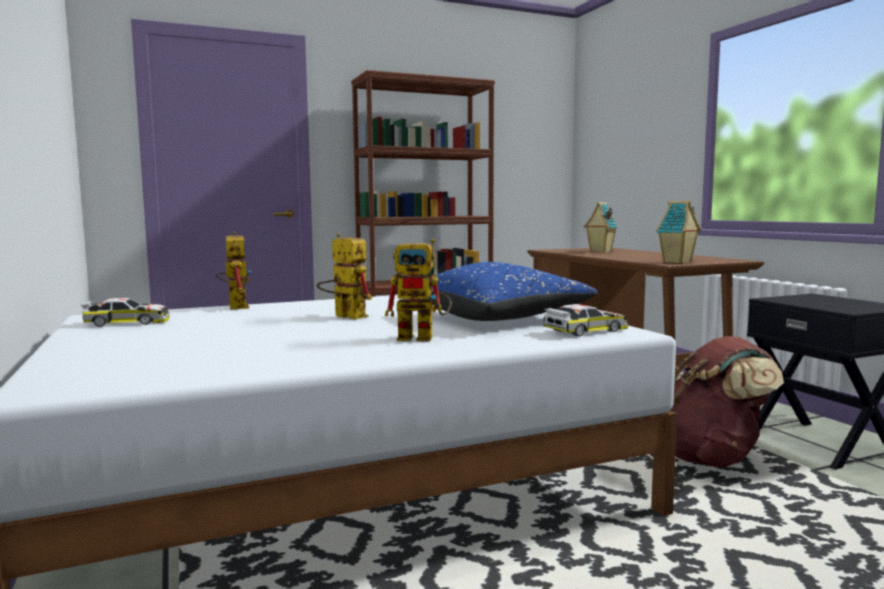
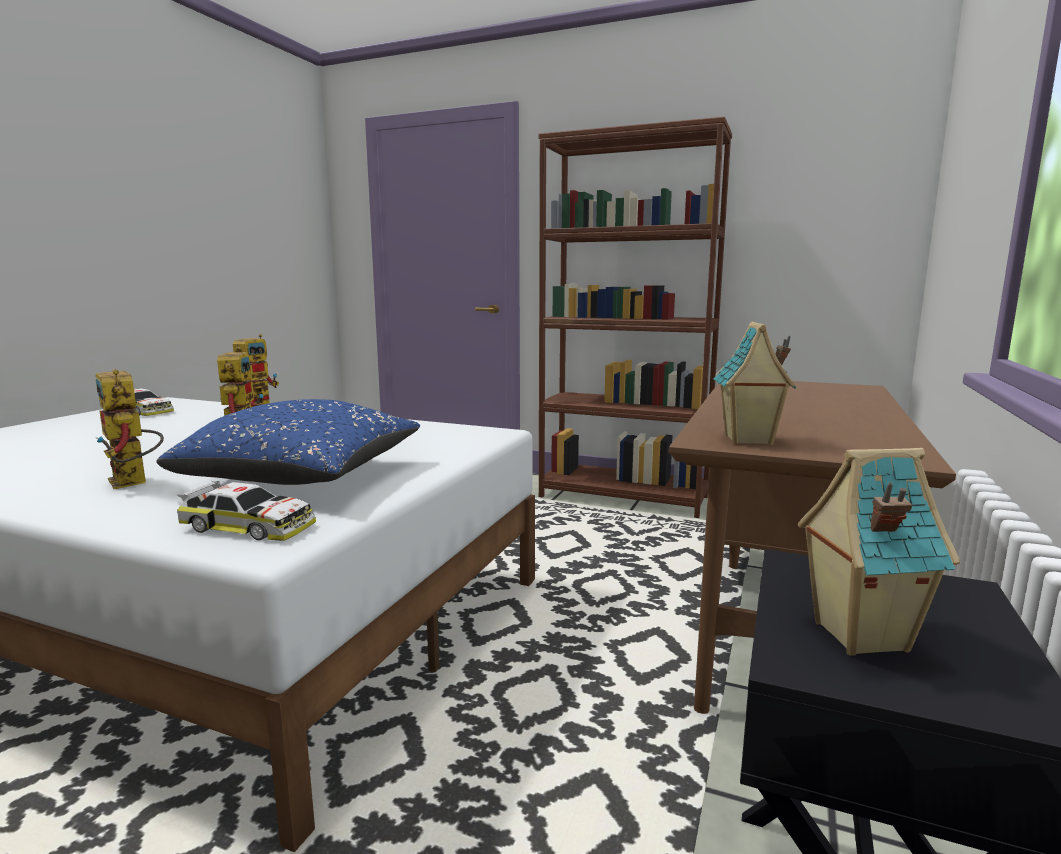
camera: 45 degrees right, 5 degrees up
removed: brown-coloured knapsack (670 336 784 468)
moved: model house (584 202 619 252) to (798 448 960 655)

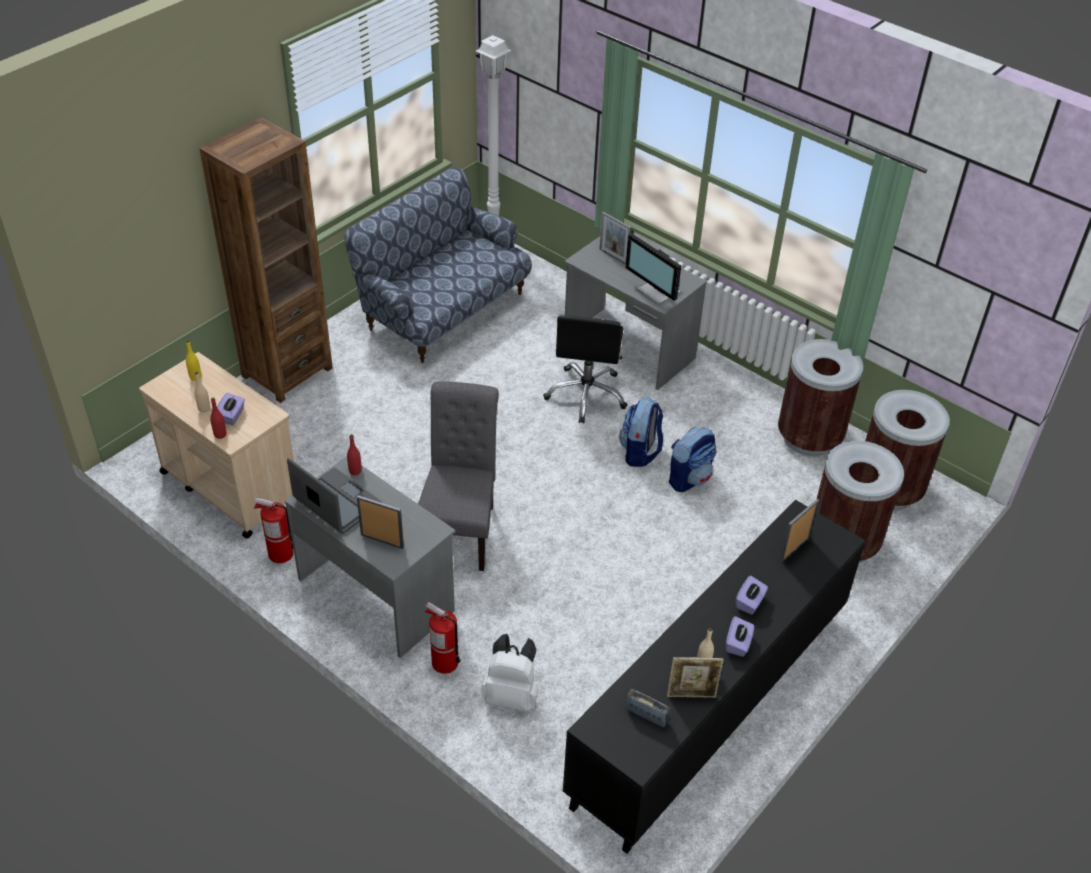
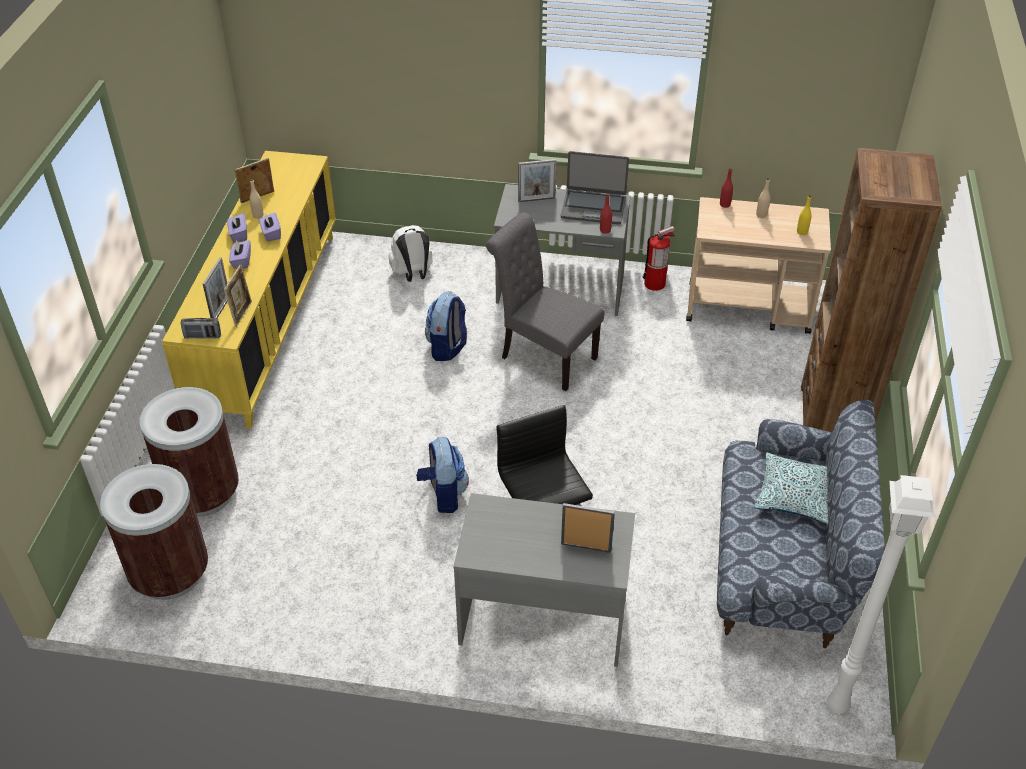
camera: 150 degrees right, 0 degrees up
removed: computer display (626 233 681 305); brown-coloured rubbish bin (778 339 863 456); fire-fighting cylinder (425 602 461 674)
added: standing frame (224 265 252 327); throw pillow (754 453 828 524)
moved: purplish box of tissues (217 393 245 425) to (259 212 281 241); knapsack (669 426 717 492) to (425 292 467 361); radio set (626 688 670 727) to (181 318 221 339)
recoloured: black cabinet (563 500 865 854) to yellowish cabinet (162 151 336 429)
turned: greyish plain chair (418 382 499 571) = (486 213 604 391) 150 degrees clockwise

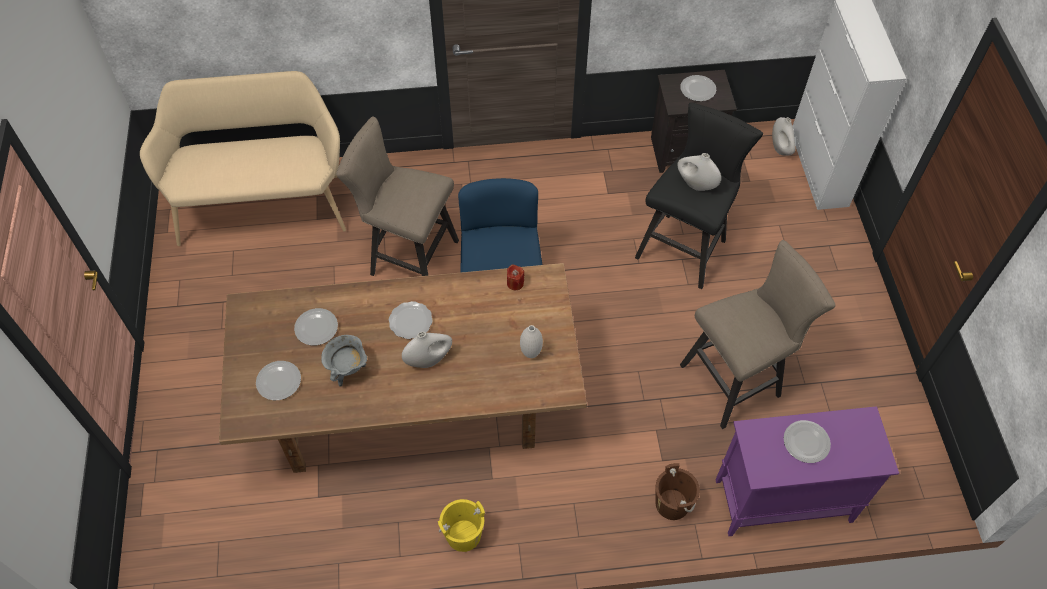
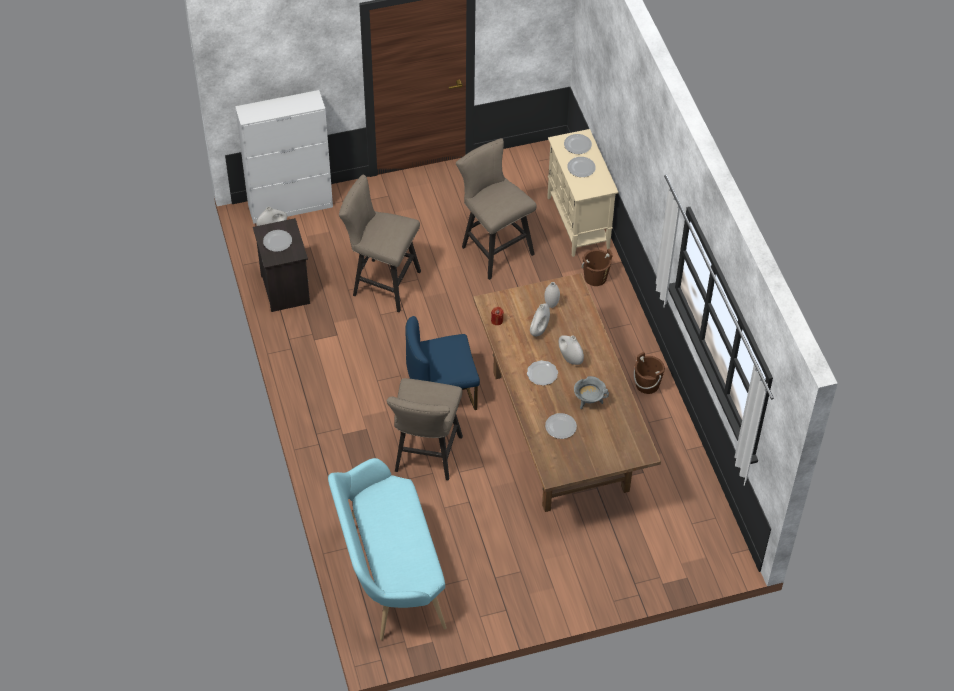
camera: 100 degrees left, 5 degrees down
moved: white-coloured vase (677 153 721 191) to (530 303 550 336); flat dish (256 361 301 400) to (564 134 592 154)
recoloured: beige bench (140 71 346 246) to blue-green bench (328 458 446 640); black sitting stool (635 102 763 289) to beige sitting stool (339 175 421 312); purplish cabinet (716 406 899 536) to beige cabinet (547 129 619 257); yellowish water bucket (438 499 485 552) to brown-coloured water bucket (634 352 665 394)

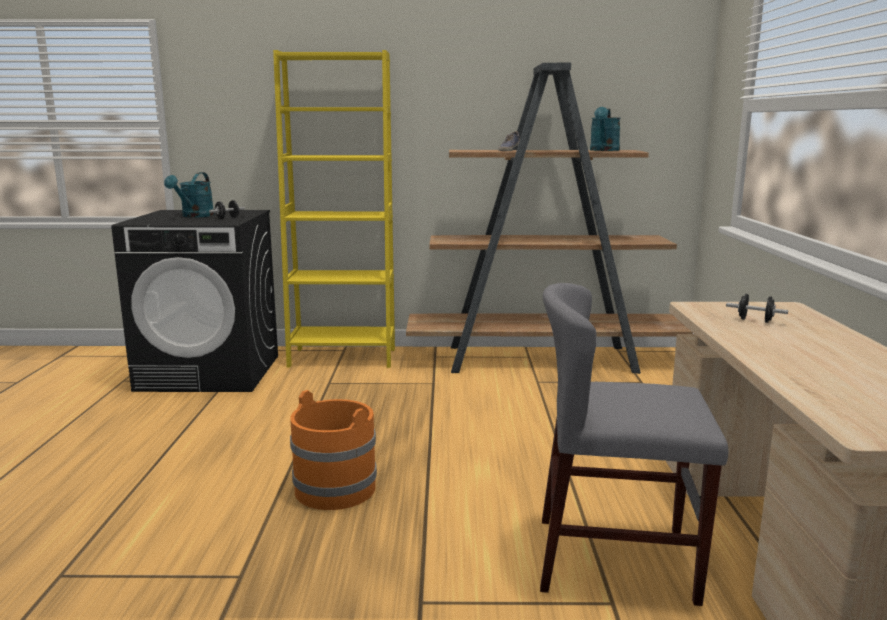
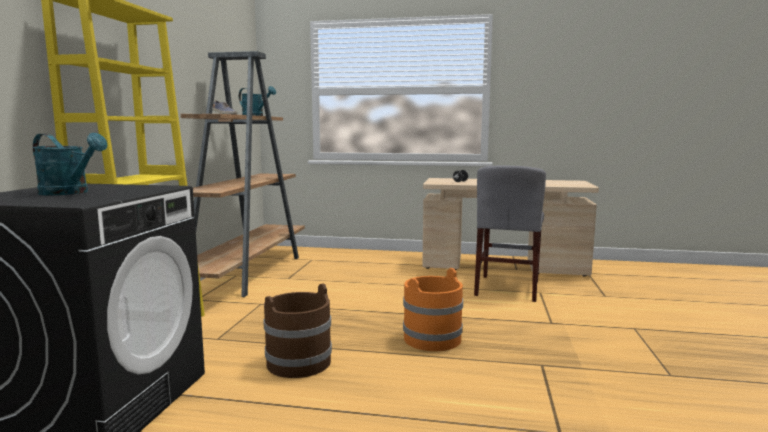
camera: 80 degrees left, 5 degrees down
removed: black free weight (209 200 245 219)
added: brown-coloured water bucket (263 283 332 378)

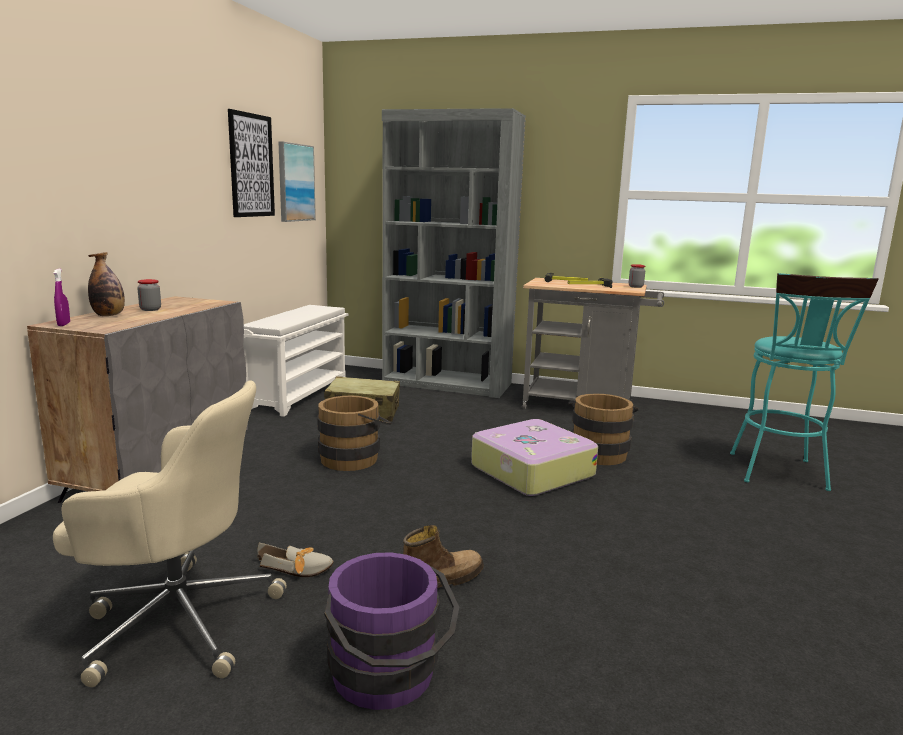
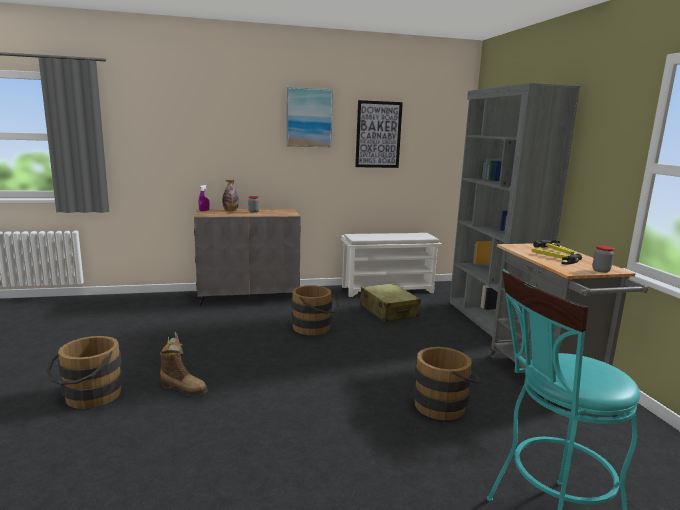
camera: 60 degrees right, 0 degrees up
removed: beige computer chair (53 381 287 687); travel case (471 419 598 496)
moved: picture (278 142 316 222) to (287 87 333 147)
recoloured: purplish water bucket (324 552 459 710) to brown-coloured water bucket (46 336 123 409)

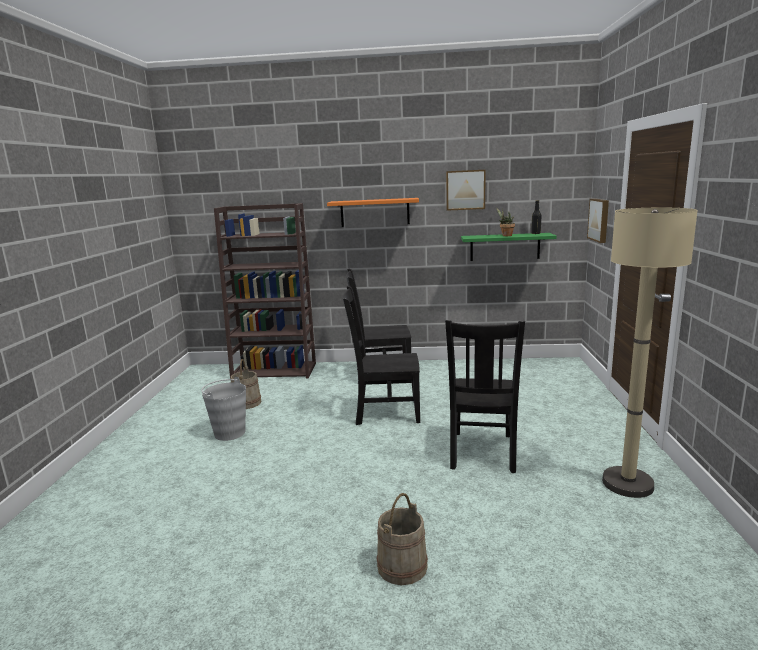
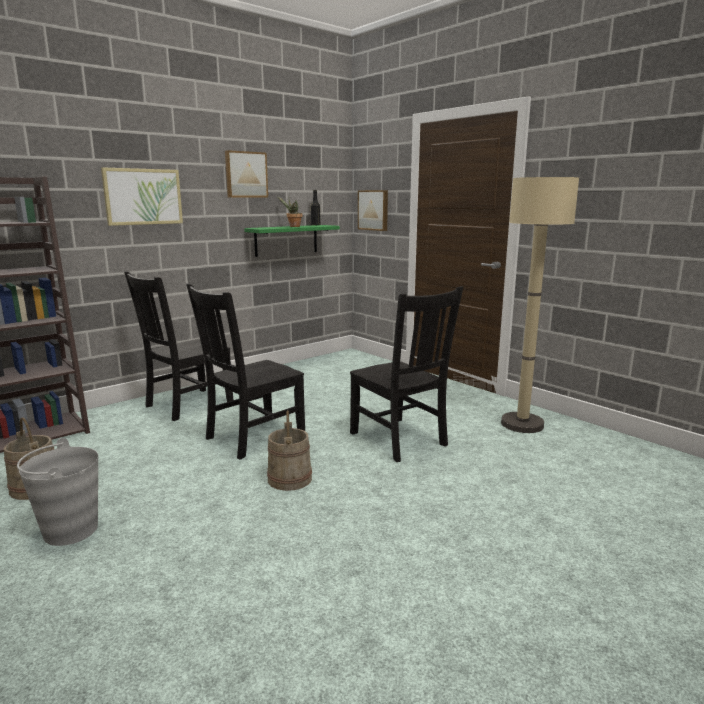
camera: 45 degrees left, 0 degrees up
moved: beige water bucket (377 493 428 585) to (267 410 312 491)
replaced: orangey shelf (327 198 419 227) to picture (101 167 183 226)

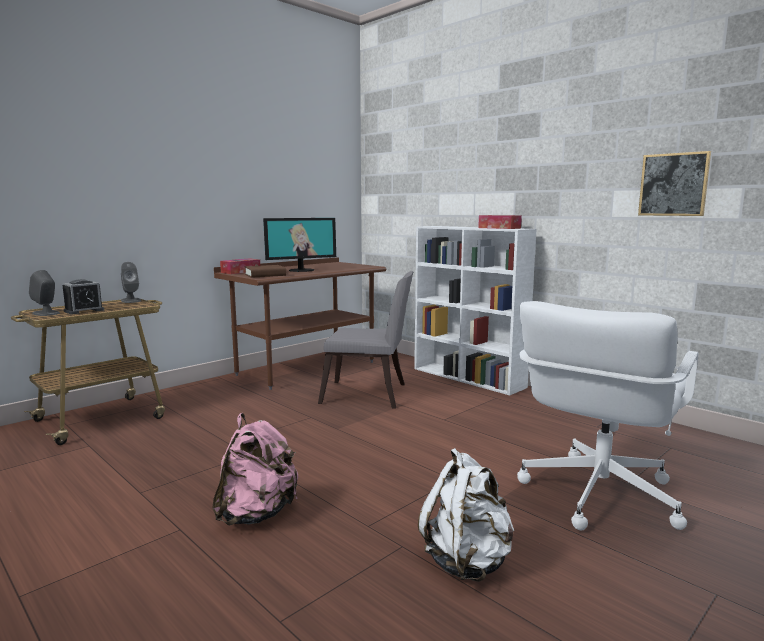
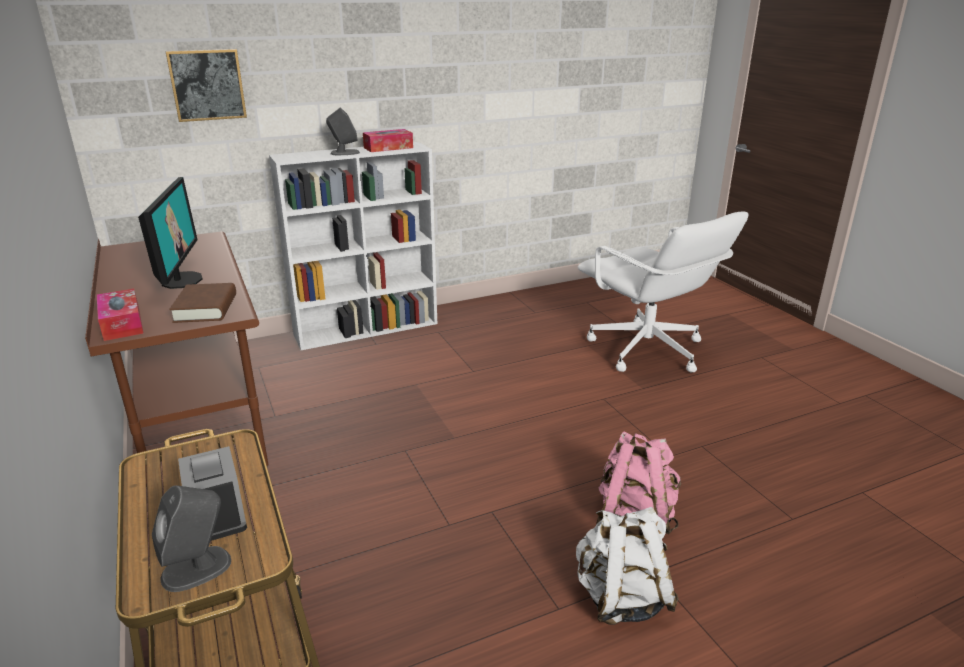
camera: 70 degrees left, 15 degrees up
removed: greyish plain chair (318 271 414 409)
moved: picture (638 151 711 216) to (165 49 247 122); greyish loudspeaker (121 262 141 303) to (326 108 360 155); white-coloured knapsack (418 448 514 582) to (576 507 679 625)

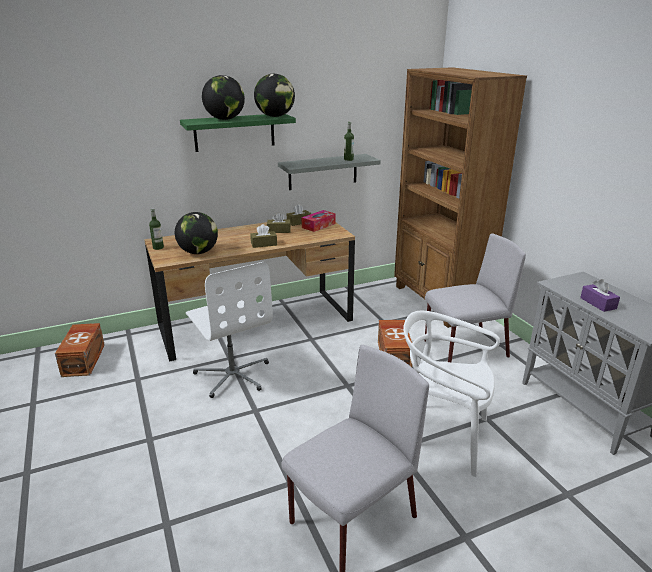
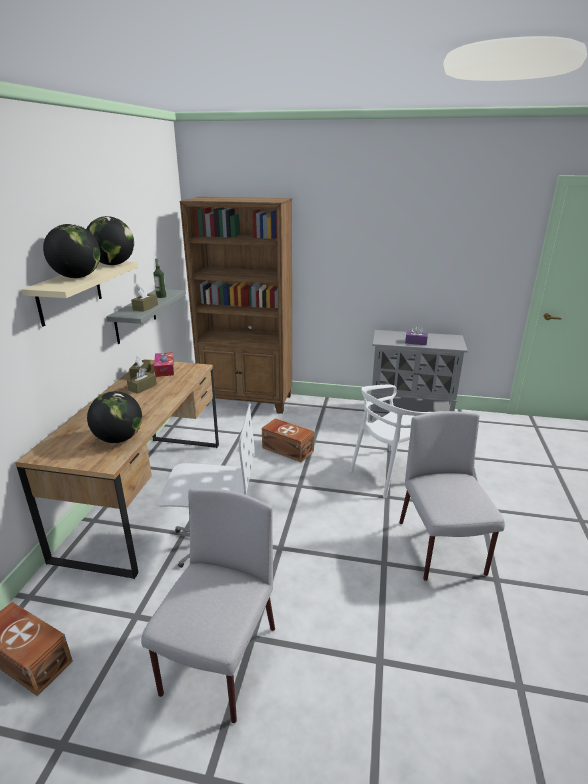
camera: 55 degrees left, 0 degrees up
removed: beverage bottle (149 208 164 250)
moved: brown-coloured box of tissues (250 224 277 248) to (131 287 158 312); greyish plain chair (424 233 526 362) to (141 488 275 723)
recoloured: green shelf (180 114 296 152) to beige shelf (21 262 138 327)

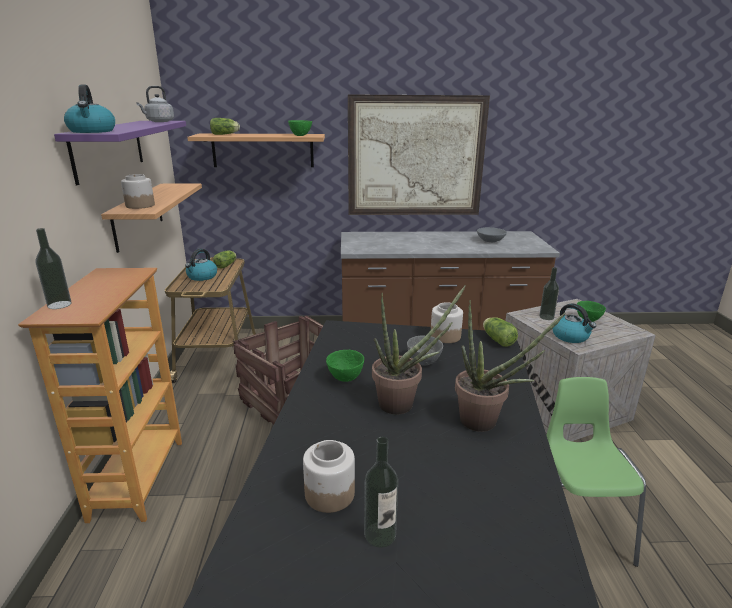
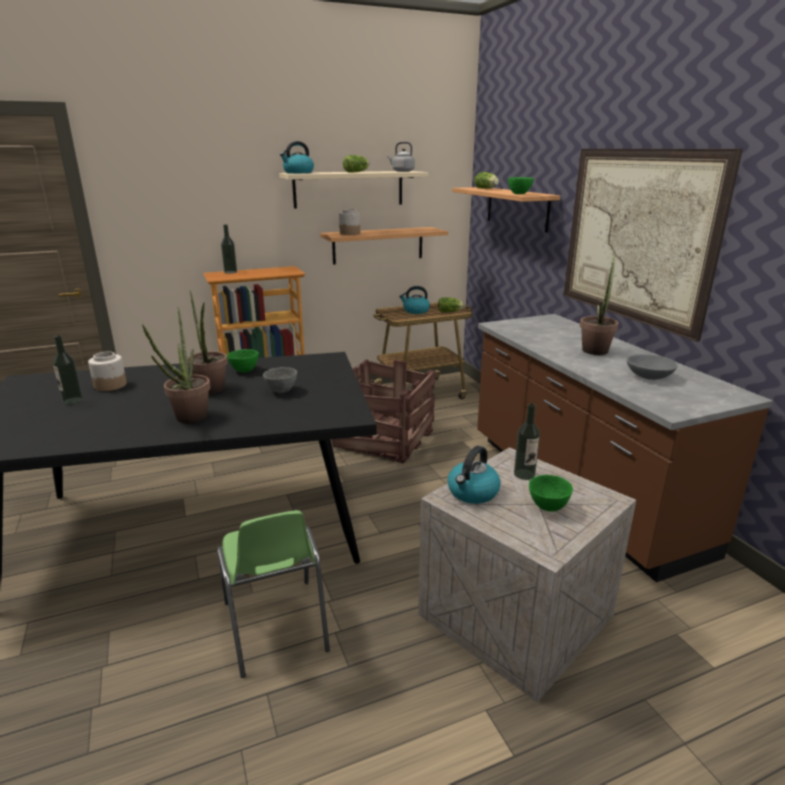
camera: 70 degrees right, 0 degrees up
removed: jar (431 302 463 343)
added: plant in a pot (580 251 619 355)
moved: lettuce (483 317 518 347) to (343 155 369 172)
recoloured: purplish shelf (54 121 186 185) to beige shelf (279 171 428 208)
turned: green plain chair (546 377 646 567) = (217 510 330 678) 90 degrees clockwise

